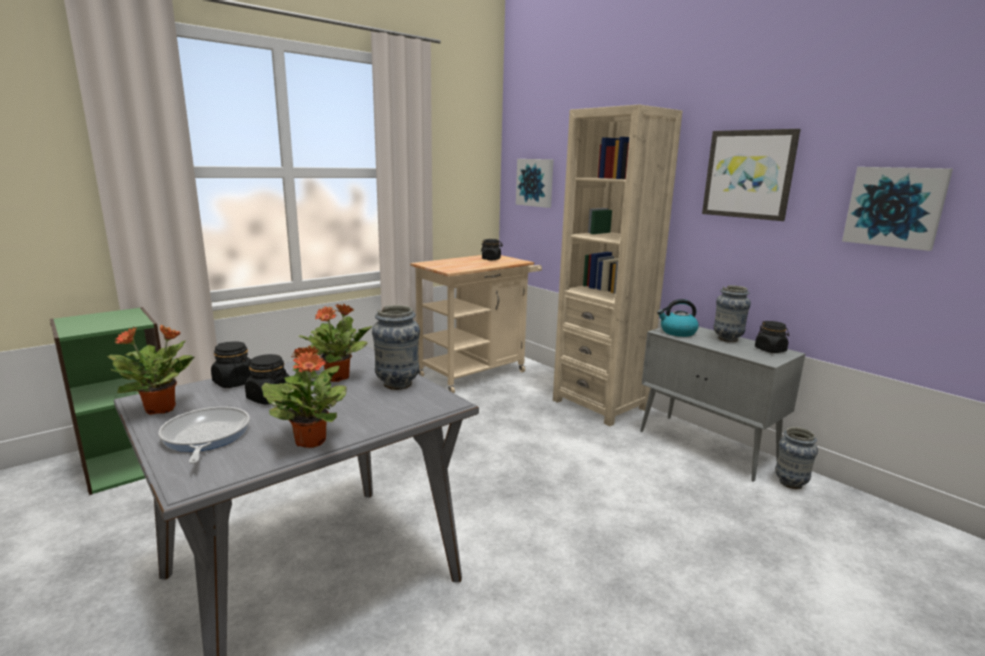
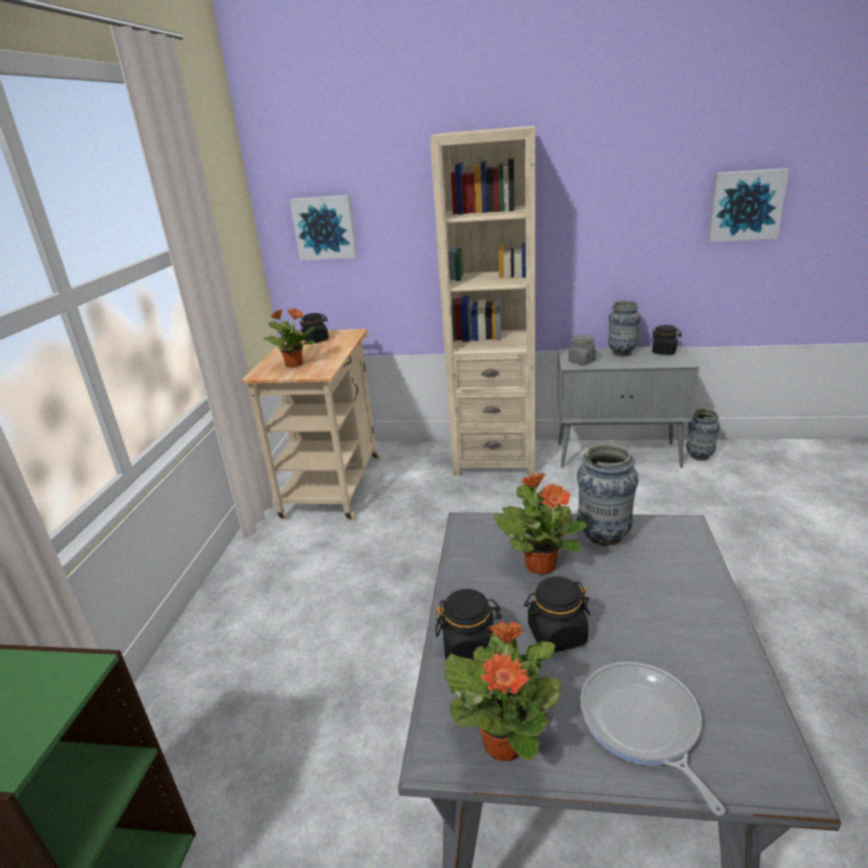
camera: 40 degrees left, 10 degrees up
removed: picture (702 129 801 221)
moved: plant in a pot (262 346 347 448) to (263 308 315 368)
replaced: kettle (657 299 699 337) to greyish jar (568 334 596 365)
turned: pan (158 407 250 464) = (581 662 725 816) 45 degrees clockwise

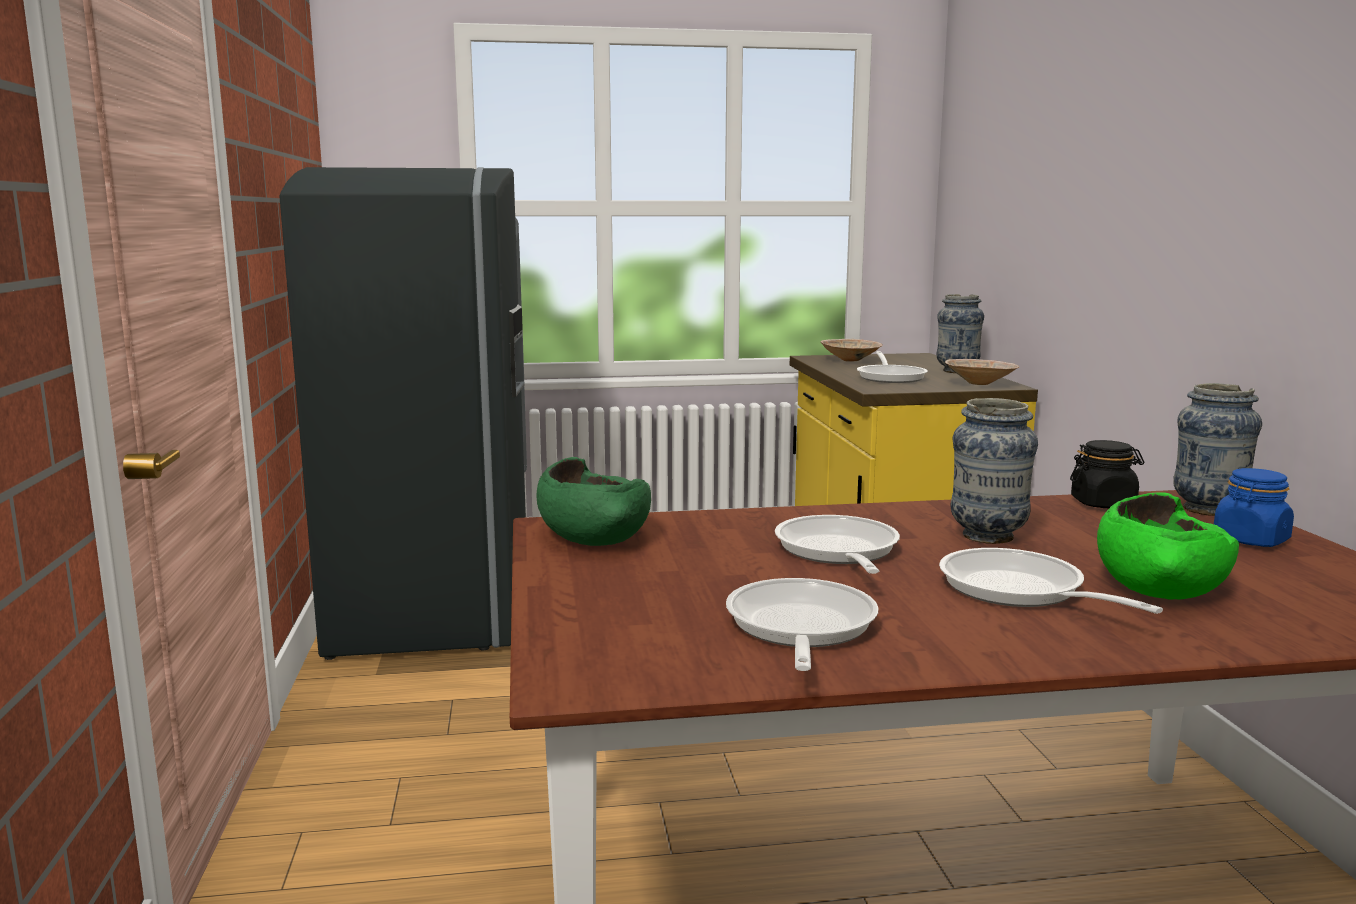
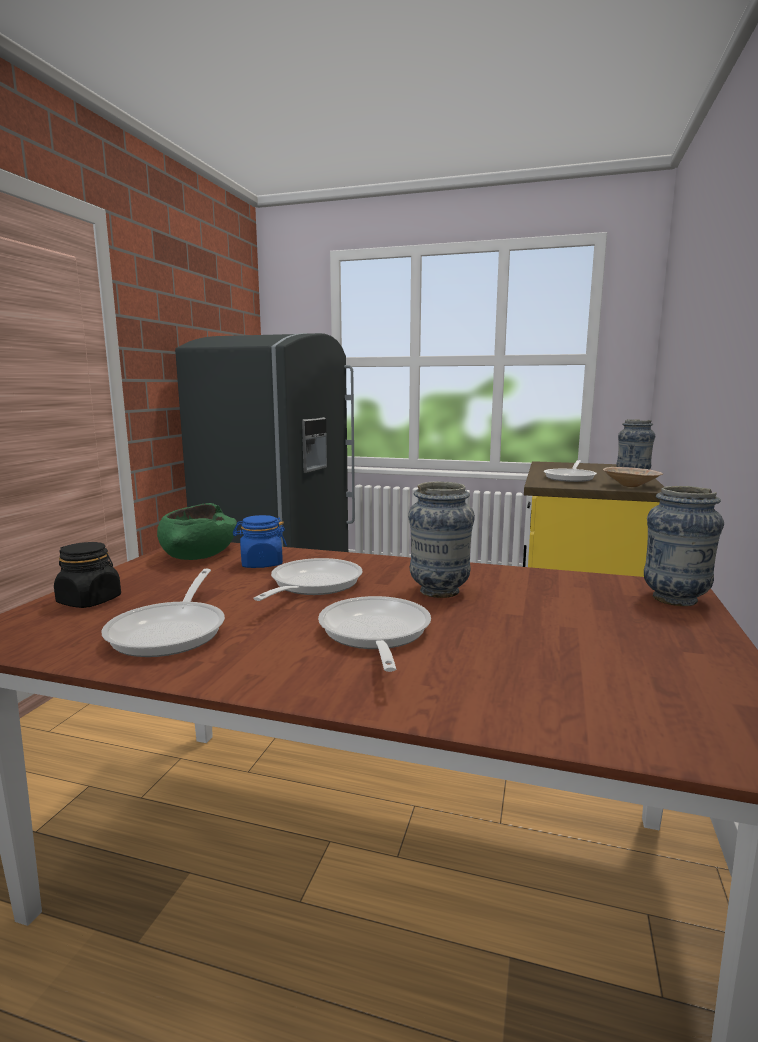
camera: 25 degrees right, 0 degrees up
removed: beige serving bowl (821 339 883 362); green serving bowl (1097 492 1239 599)
moved: black jar (1070 440 1144 508) to (54 542 121 608); bluish jar (1214 468 1294 547) to (233 515 287 568)
turned: pan (726 578 878 671) = (101 569 225 657) 150 degrees clockwise

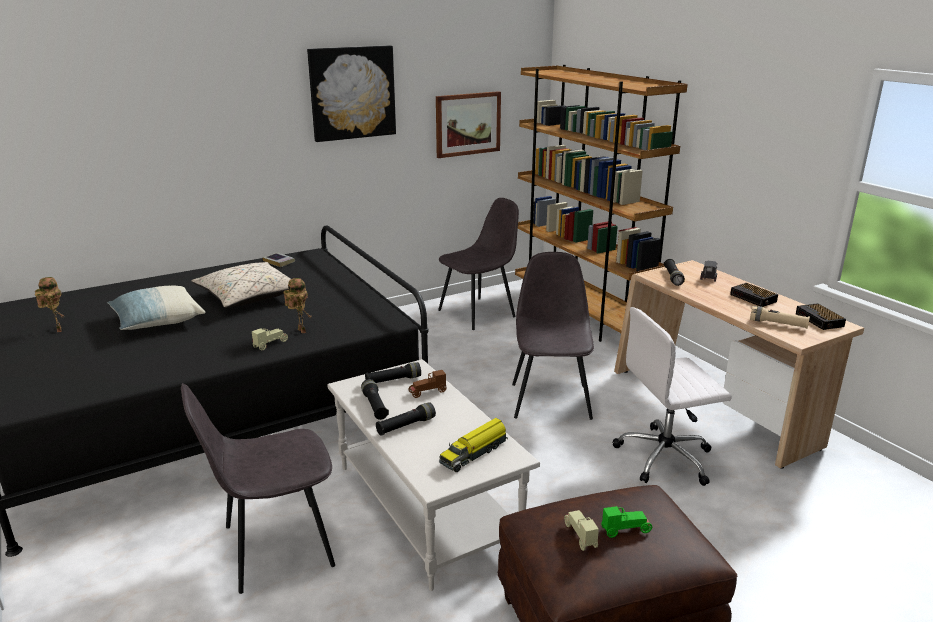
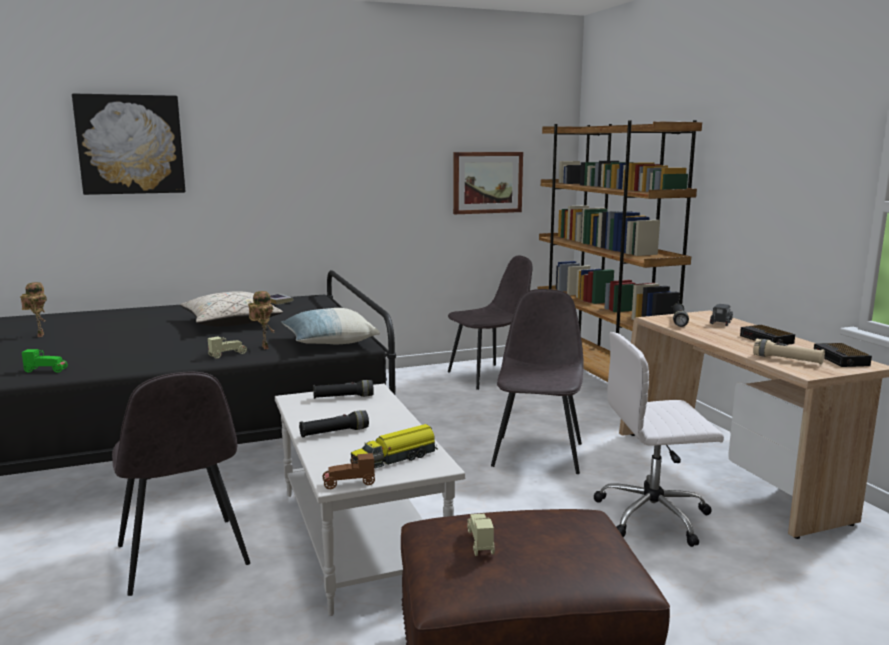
camera: 10 degrees right, 10 degrees down
removed: black flashlight (361 379 389 420)
moved: picture (307 45 396 142) to (72 94 185 195); throw pillow (107 286 206 330) to (281 308 380 344); brown-coloured model car (409 370 447 398) to (323 453 375 489); green model car (601 506 652 538) to (22 349 68 373)
turned: greyish plain chair (181 383 335 594) = (112 372 250 596) 105 degrees counterclockwise

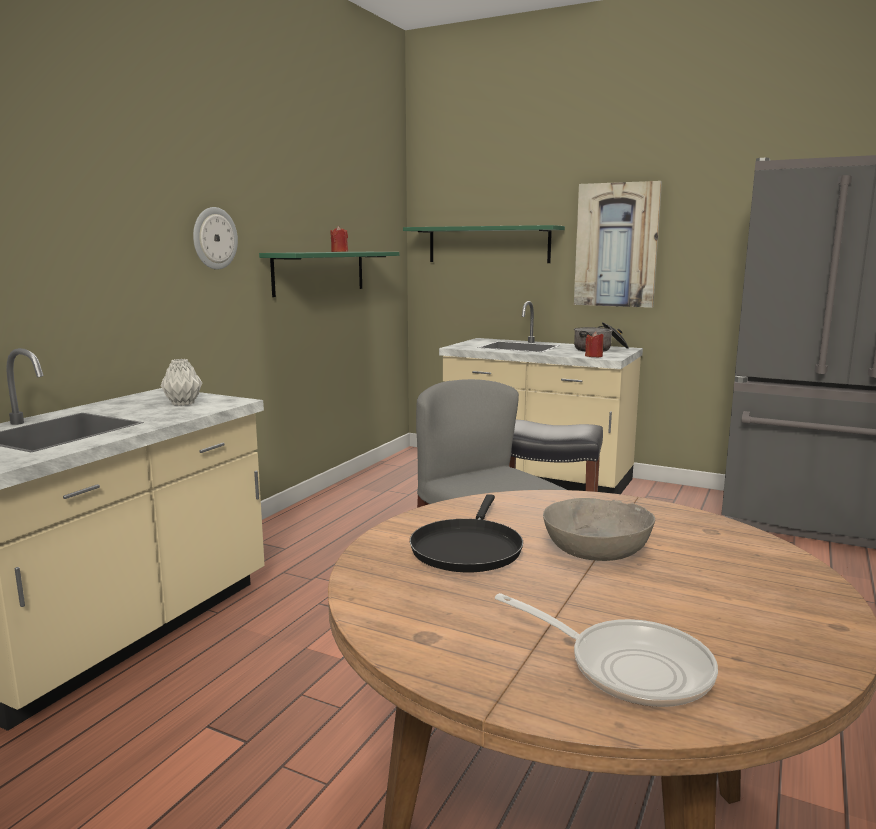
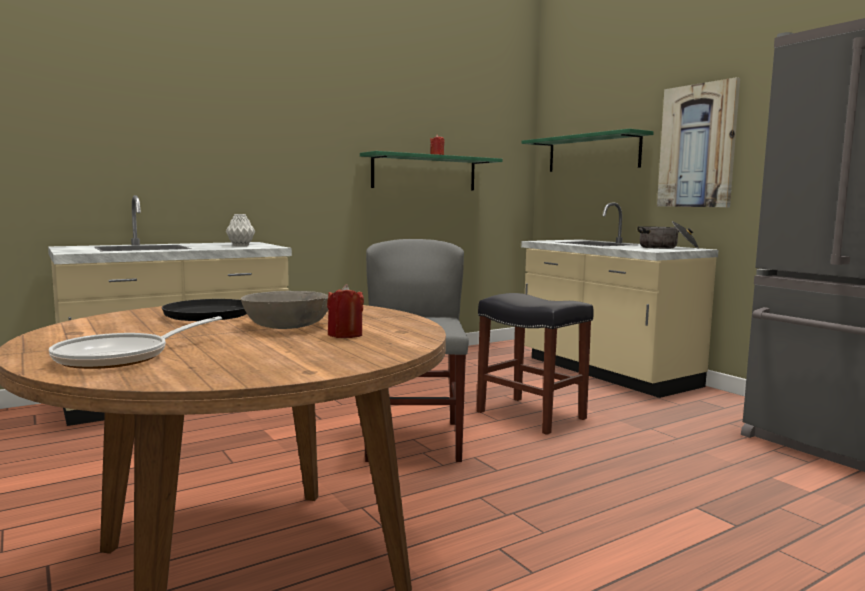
camera: 30 degrees right, 5 degrees down
removed: clock on the wall (193 207 238 270)
moved: reddish candle (585 331 604 357) to (327 284 364 338)
turned: pan (495 593 718 707) = (49 316 222 369) 60 degrees clockwise

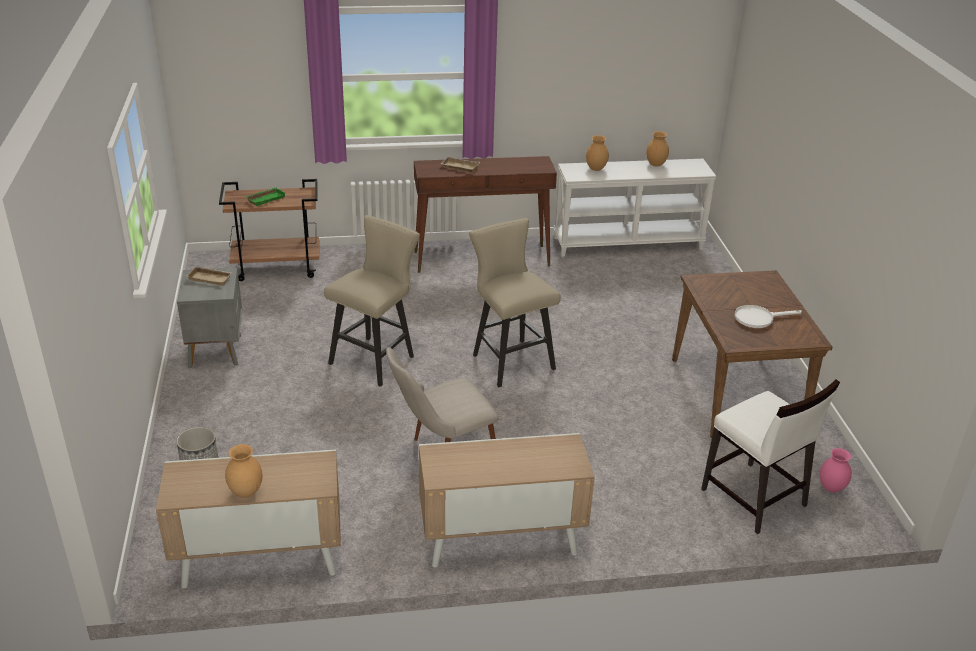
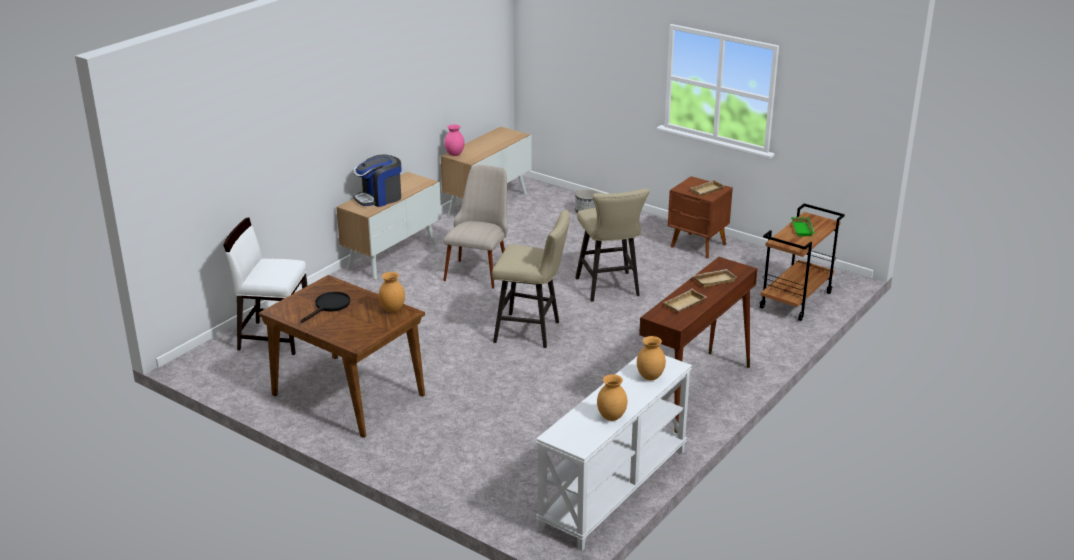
camera: 135 degrees right, 5 degrees down
added: coffee maker (353 155 401 207); beige tray (664 289 706 312)
moved: brown-coloured vase (225 444 263 498) to (379 272 405 313); pink vase (819 448 852 493) to (444 124 465 156)
recoloured: greyish bedside table (177 268 242 369) to brown-coloured bedside table (668 176 733 258); white-coloured pan (734 305 802 328) to black pan (301 292 350 323)

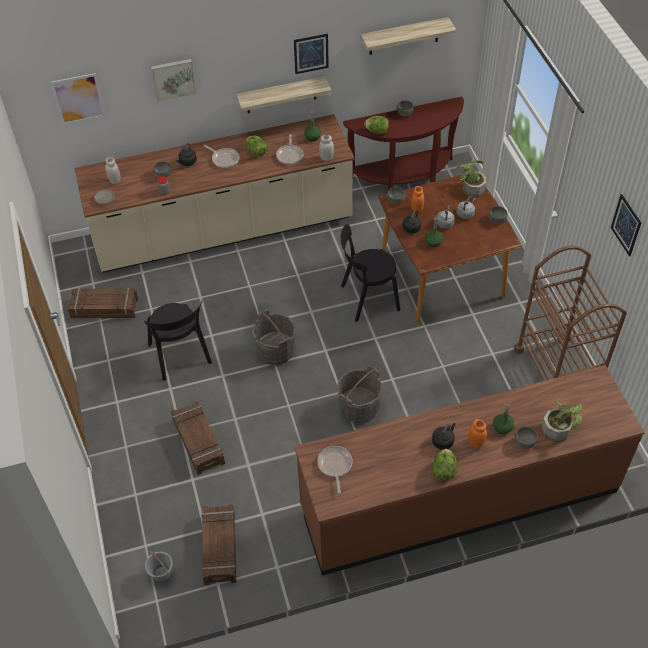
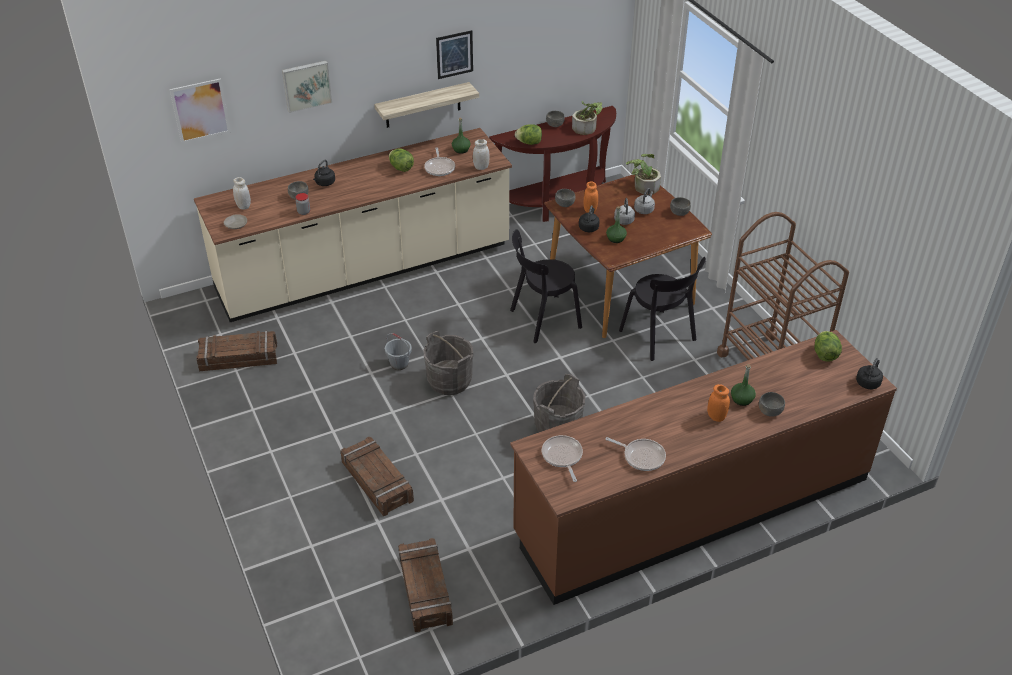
camera: 10 degrees left, 10 degrees down
removed: shelf (360 17 457 55); picture (611 194 641 256)
moved: pan (204 145 239 168) to (605 437 666 471); black plain chair (144 301 212 381) to (619 257 706 361); plant in a pot (541 398 582 442) to (572 101 602 135); black kettle (432 423 456 450) to (856 358 883 389); lettuce (432 449 457 481) to (815 331 842 362); greyish water bucket (145 551 173 583) to (385 333 412 370)

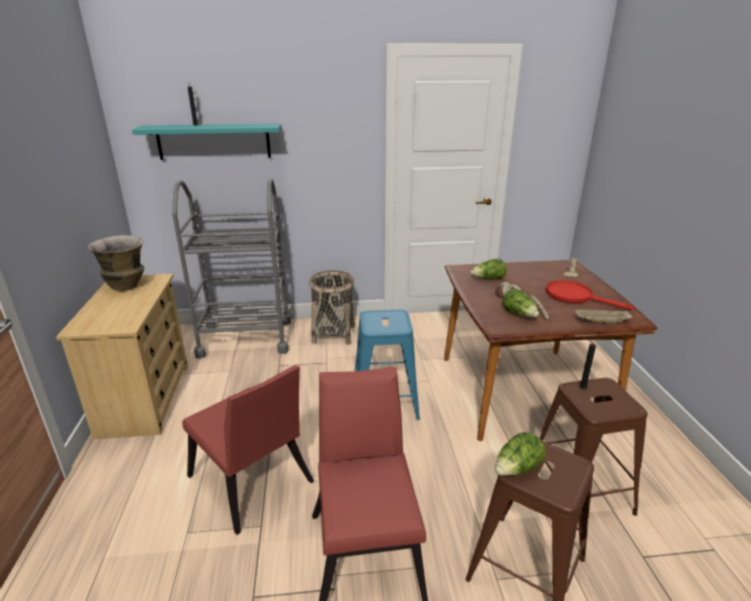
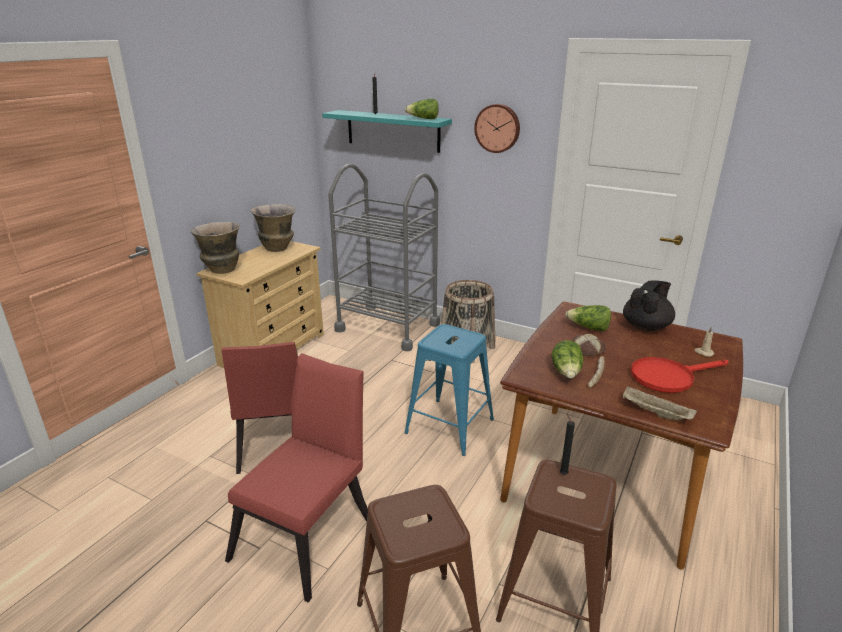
camera: 35 degrees right, 0 degrees up
added: clock on the wall (474 104 520 153); vase (191 222 240 274); black teapot (623 280 675 331)
moved: lettuce (495 432 546 476) to (405 99 438 119)
turned: reddish pan (546 280 634 310) = (631 357 728 393) 90 degrees counterclockwise

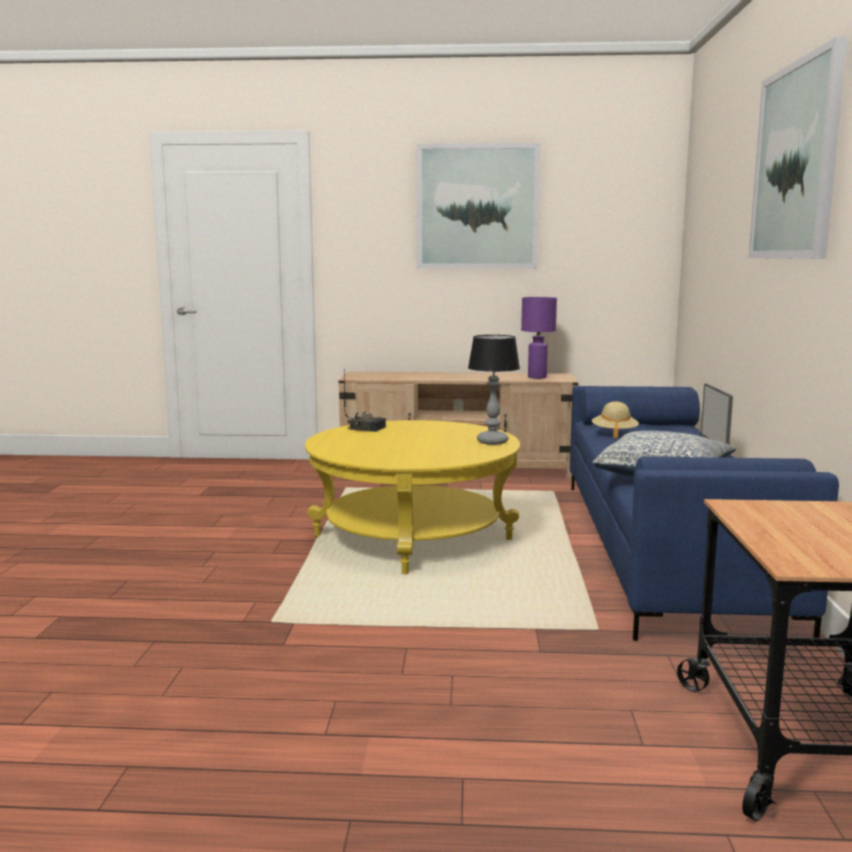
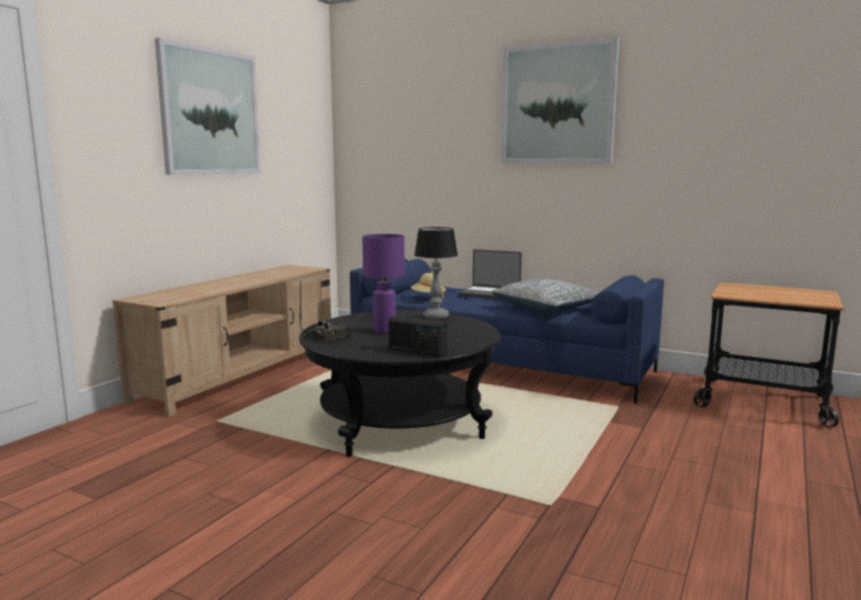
camera: 65 degrees left, 0 degrees up
added: radio set (388 316 447 357)
moved: purplish lamp for a table (521 297 557 379) to (362 234 405 333)
recoloured: yellowish low table (305 420 520 574) to black low table (299 311 500 457)

